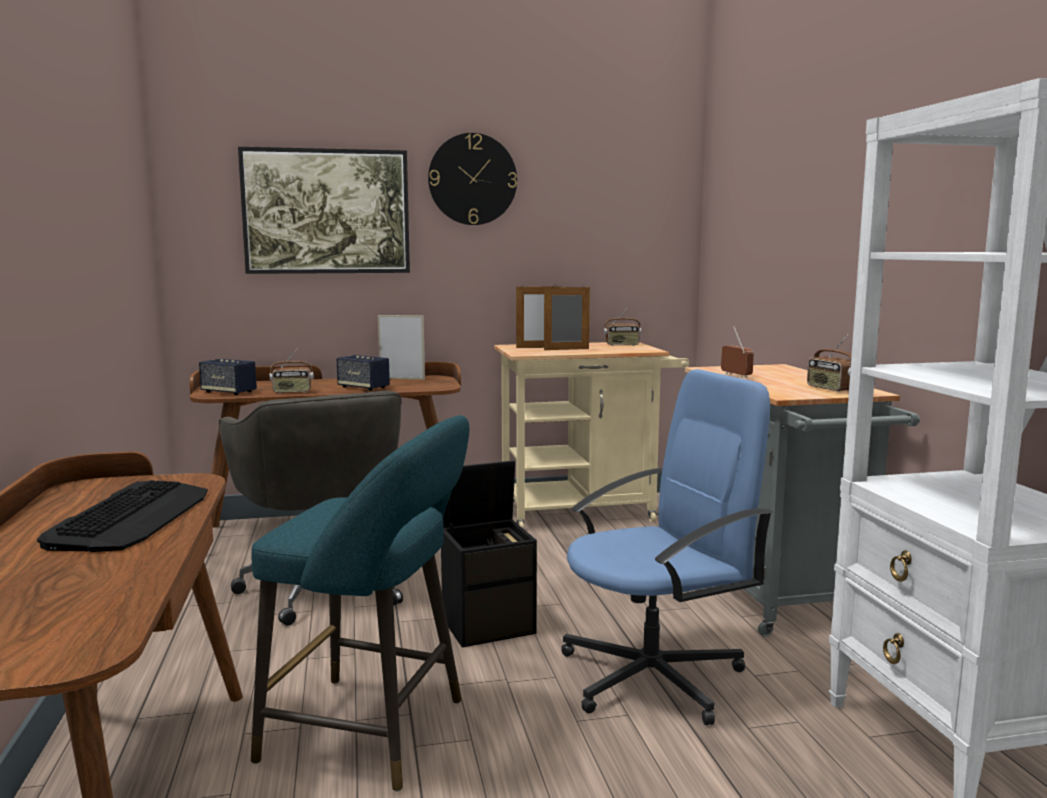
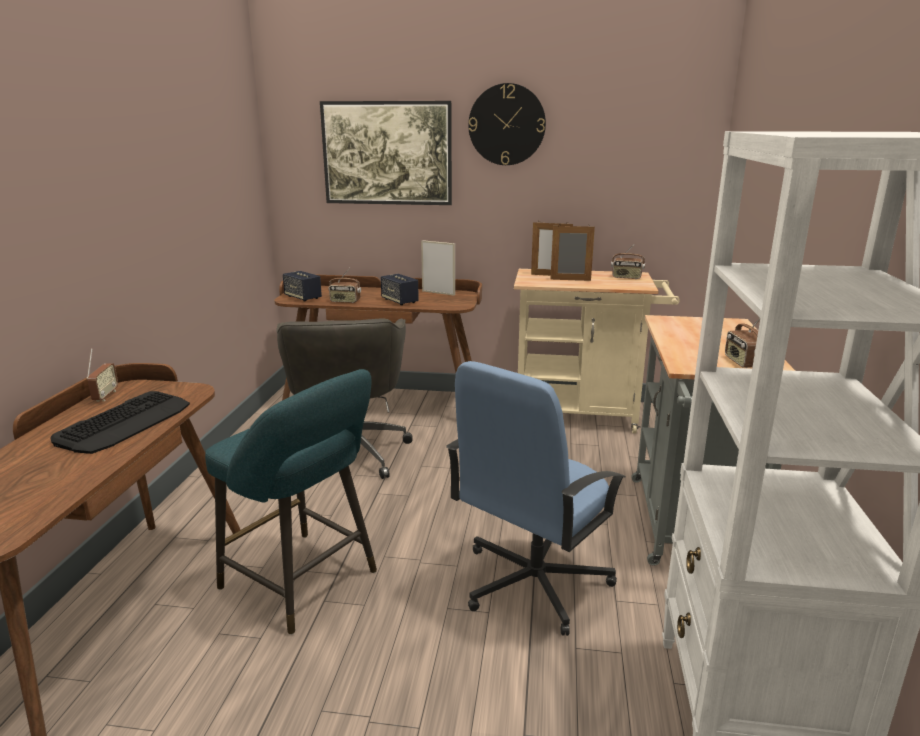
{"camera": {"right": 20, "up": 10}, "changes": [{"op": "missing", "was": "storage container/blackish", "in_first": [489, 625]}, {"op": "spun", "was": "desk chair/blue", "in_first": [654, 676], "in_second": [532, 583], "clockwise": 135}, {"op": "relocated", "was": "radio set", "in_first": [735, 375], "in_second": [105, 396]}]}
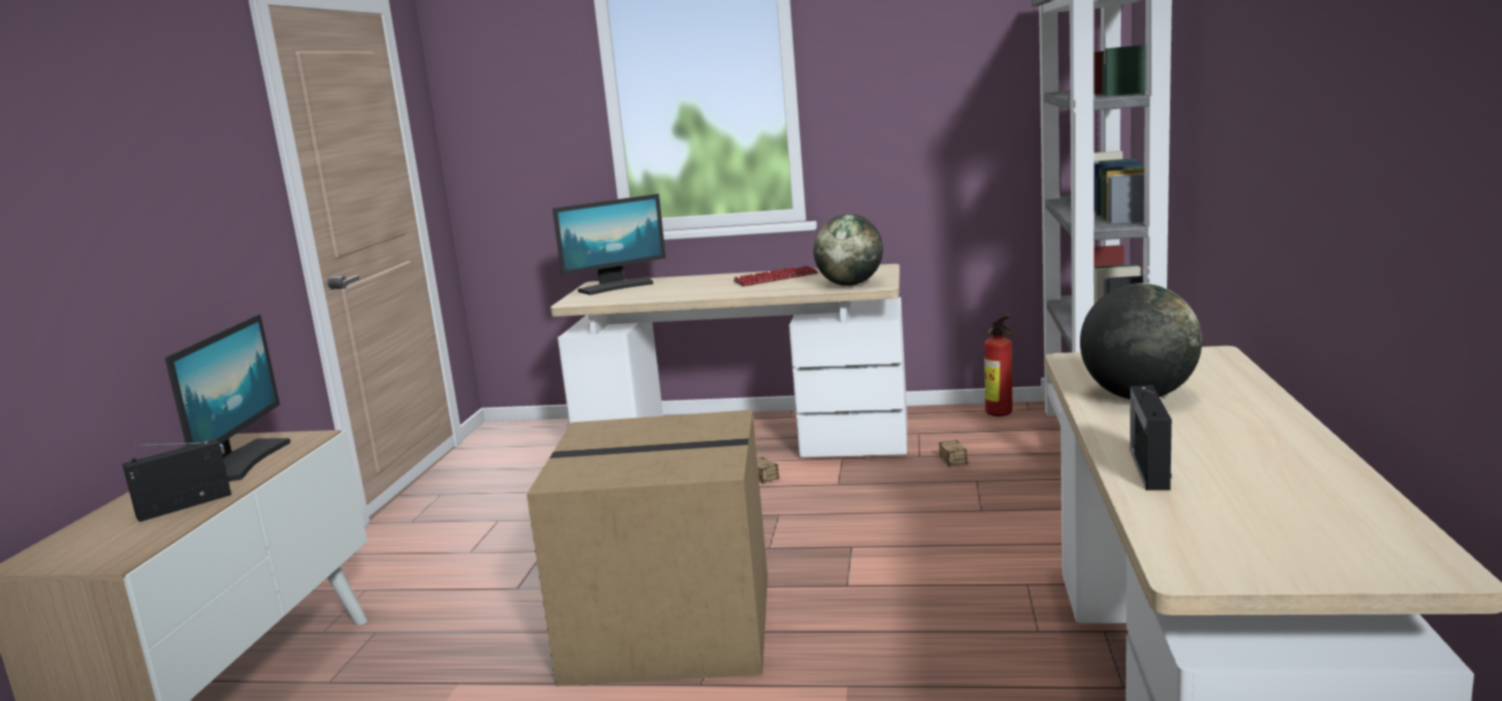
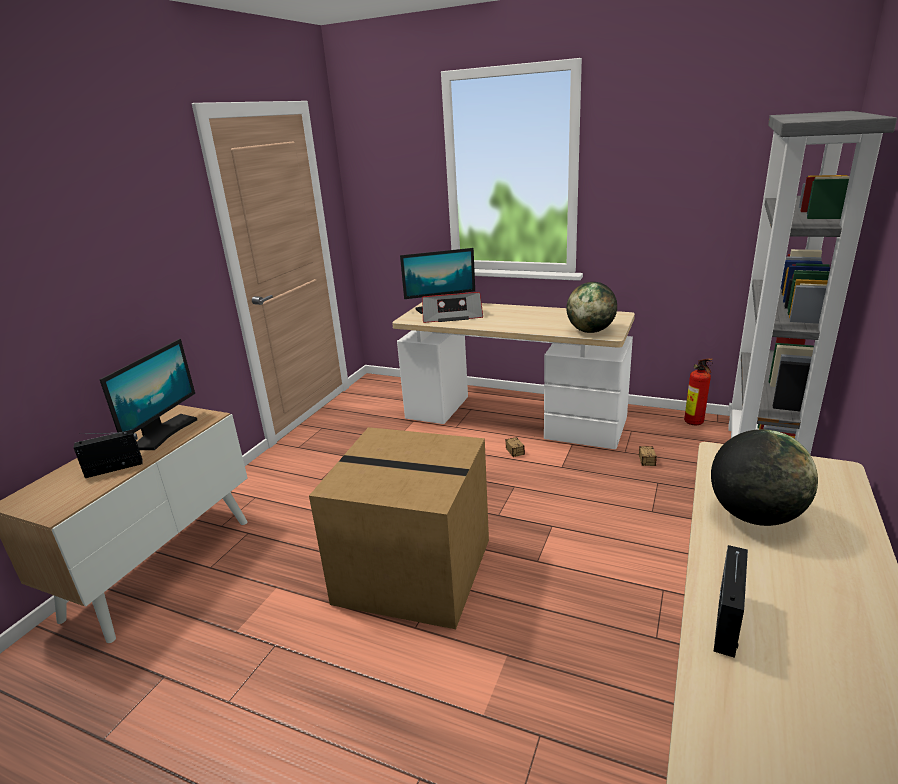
{"camera": {"right": 15, "up": 10}, "changes": [{"op": "missing", "was": "keyboard", "in_first": [776, 278]}, {"op": "appeared", "now": "radio set", "in_second": [452, 316]}]}
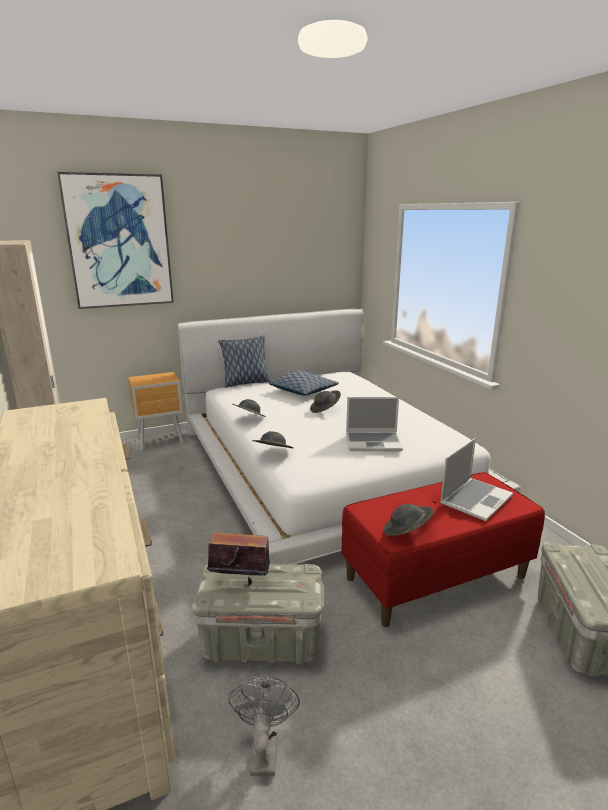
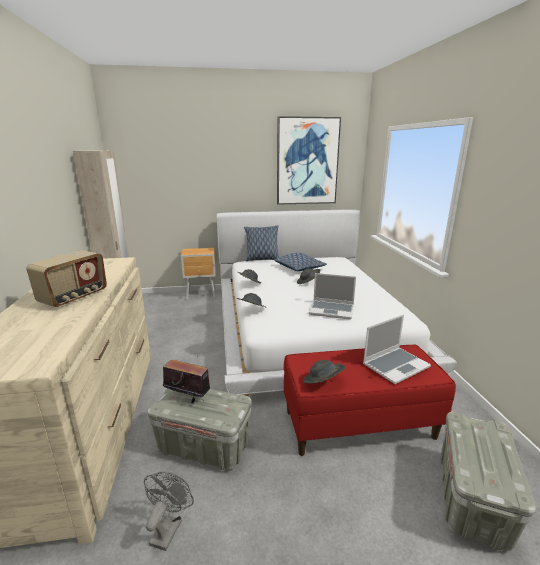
{"camera": {"right": 15, "up": 0}, "changes": [{"op": "relocated", "was": "picture", "in_first": [119, 242], "in_second": [307, 161]}, {"op": "appeared", "now": "radio set", "in_second": [74, 297]}]}
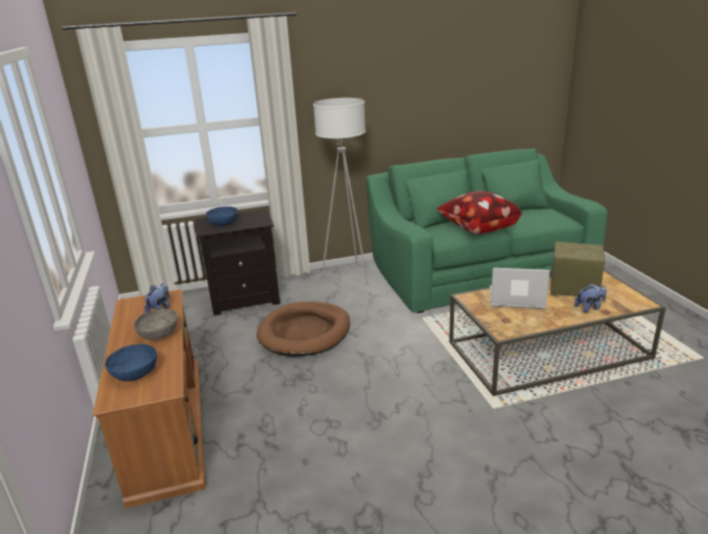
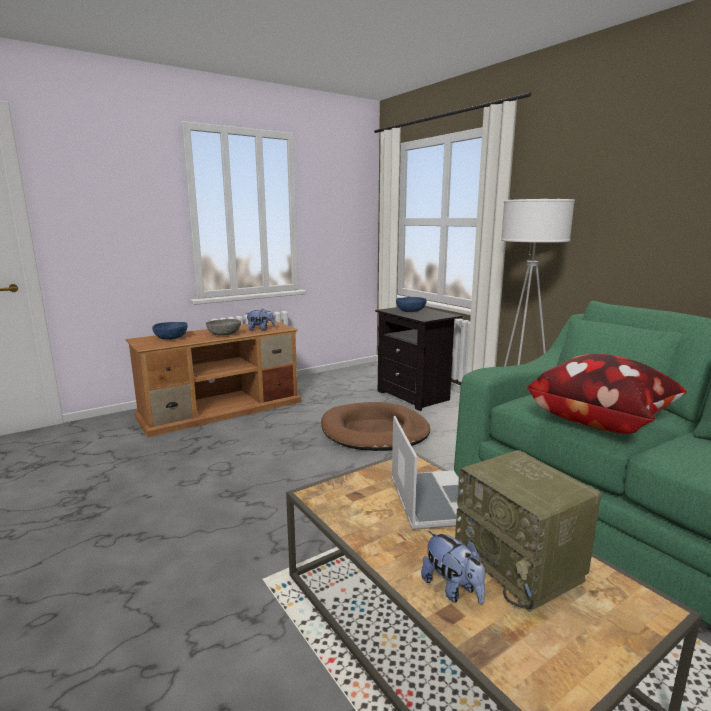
{"camera": {"right": 70, "up": -10}, "changes": [{"op": "spun", "was": "radio set", "in_first": [572, 290], "in_second": [521, 565], "clockwise": 150}]}
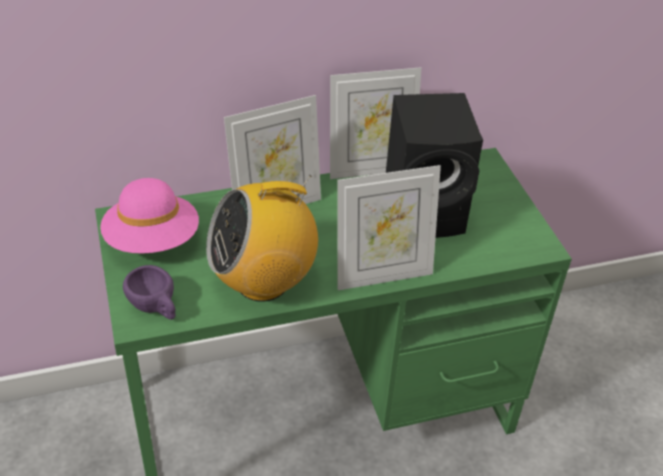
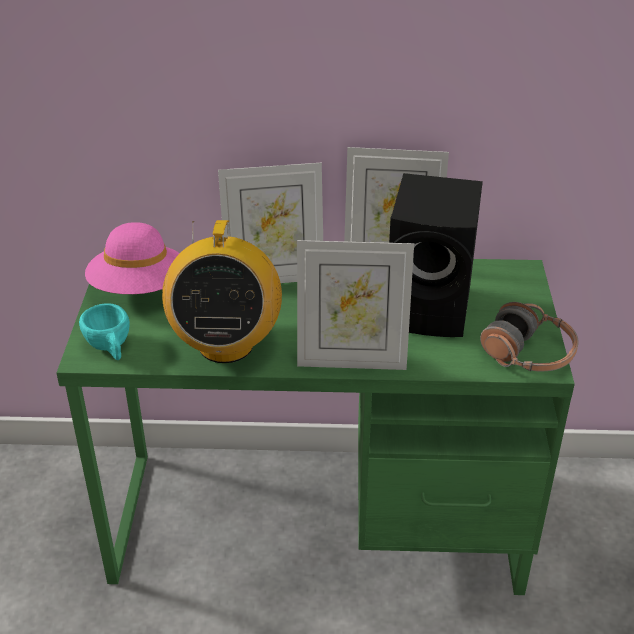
{"camera": {"right": 20, "up": -5}, "changes": [{"op": "colour", "was": "drinking cup/purple", "now": "drinking cup/blue-green", "in_first": [155, 307], "in_second": [110, 348]}, {"op": "spun", "was": "radio set", "in_first": [263, 282], "in_second": [225, 344], "clockwise": -90}, {"op": "appeared", "now": "pair of headphones", "in_second": [528, 354]}]}
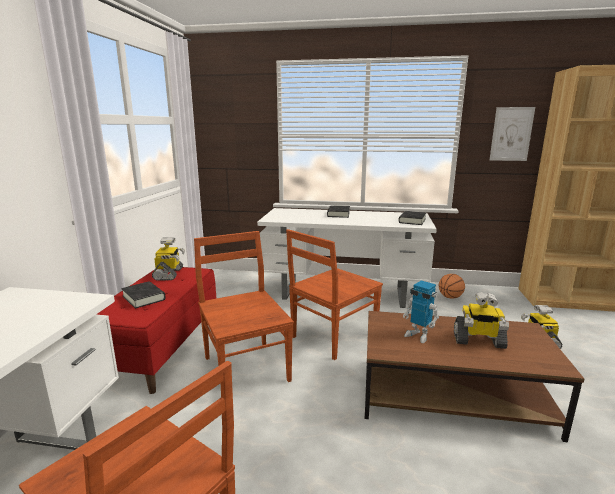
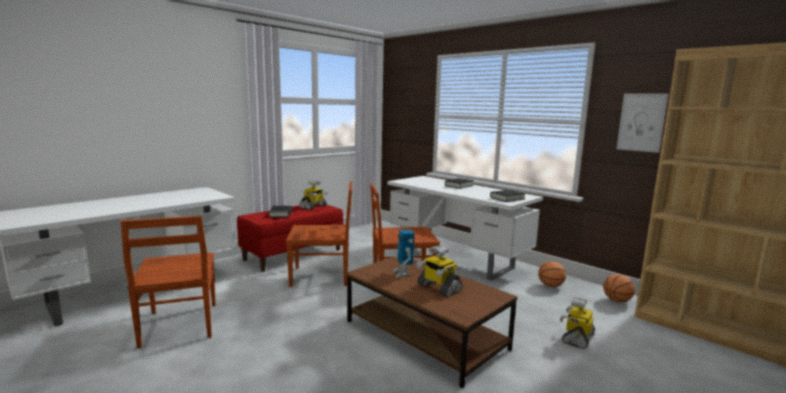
{"camera": {"right": 35, "up": -5}, "changes": [{"op": "spun", "was": "upright chair/brown", "in_first": [245, 367], "in_second": [322, 276], "clockwise": 75}, {"op": "appeared", "now": "basketball", "in_second": [616, 301]}]}
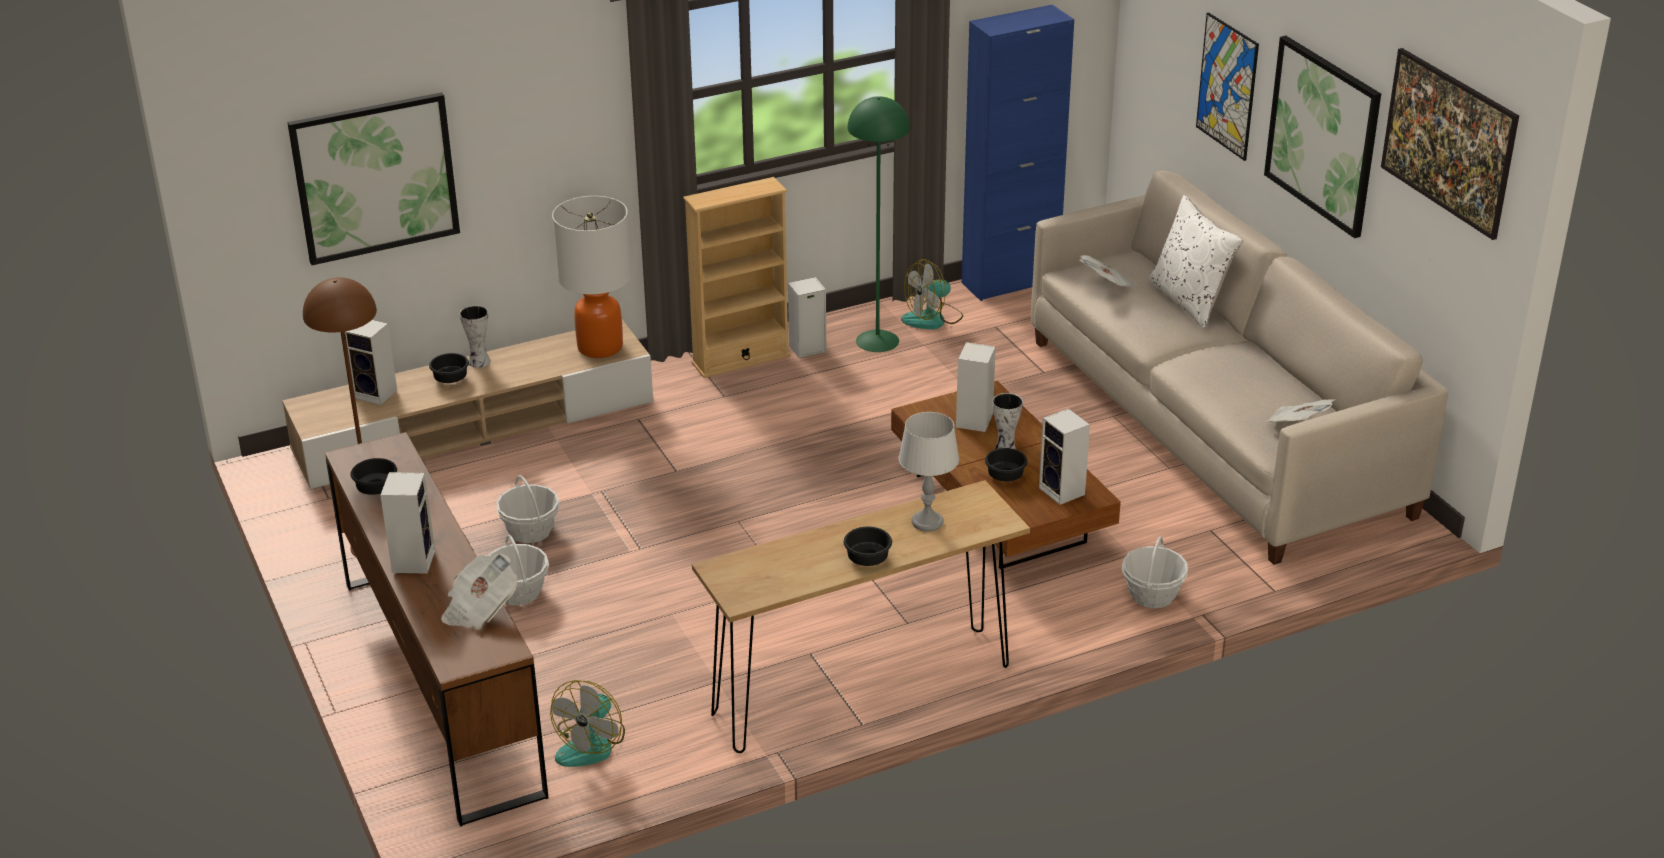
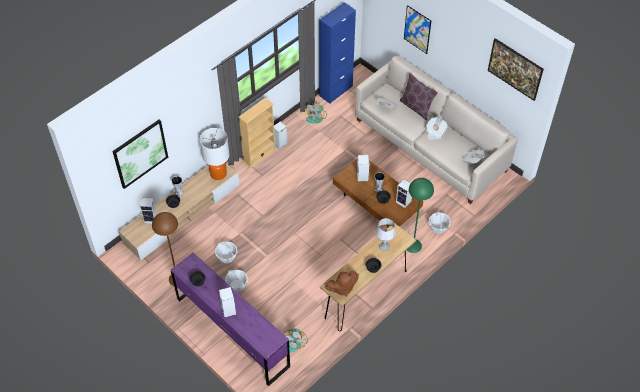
{"camera": {"right": -20, "up": 20}, "changes": [{"op": "colour", "was": "drawer chest/brown", "now": "drawer chest/purple", "in_first": [442, 684], "in_second": [232, 332]}, {"op": "relocated", "was": "newspaper", "in_first": [479, 609], "in_second": [435, 132]}, {"op": "relocated", "was": "standing lamp/green", "in_first": [877, 341], "in_second": [413, 246]}, {"op": "colour", "was": "throw pillow/white", "now": "throw pillow/brown", "in_first": [1189, 301], "in_second": [416, 107]}, {"op": "missing", "was": "picture", "in_first": [1323, 135]}, {"op": "appeared", "now": "soft toy/brown", "in_second": [342, 288]}]}
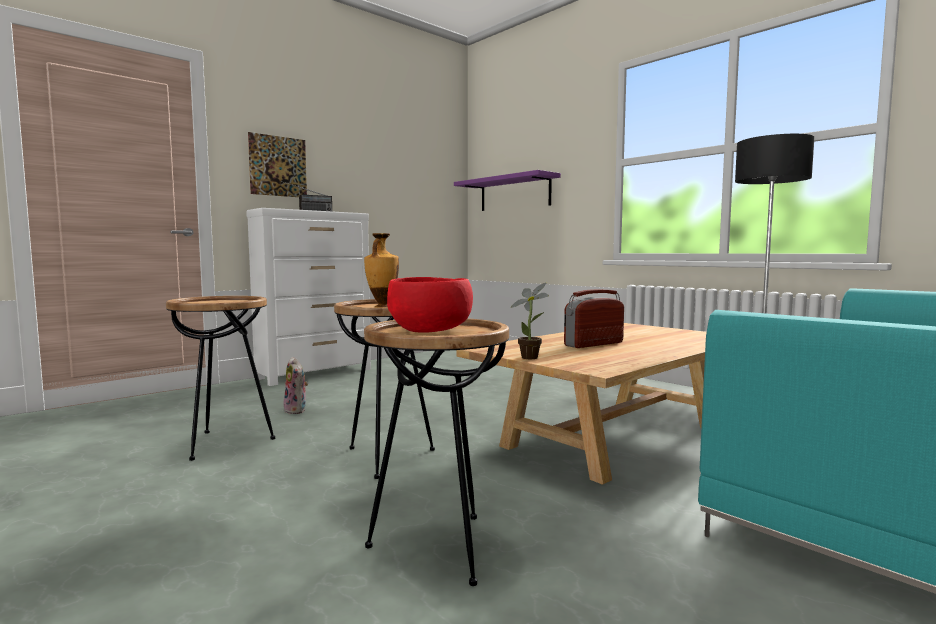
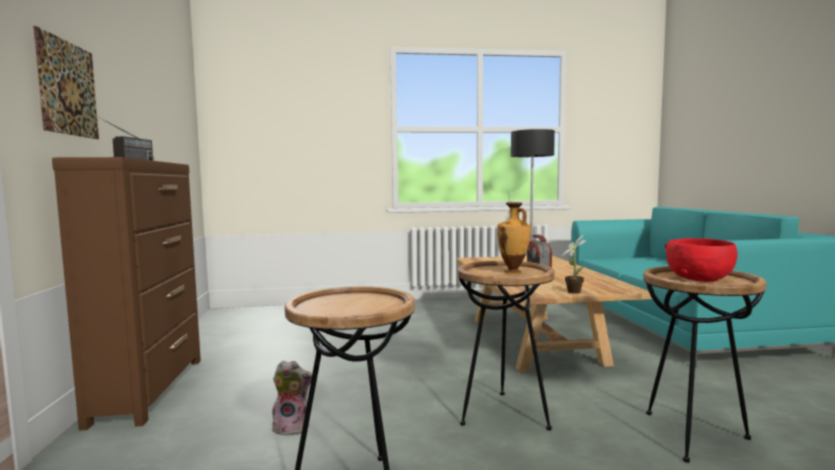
{"camera": {"right": -55, "up": 0}, "changes": [{"op": "colour", "was": "drawer chest/white", "now": "drawer chest/brown", "in_first": [316, 374], "in_second": [150, 389]}, {"op": "missing", "was": "bracket shelf/purple", "in_first": [514, 193]}]}
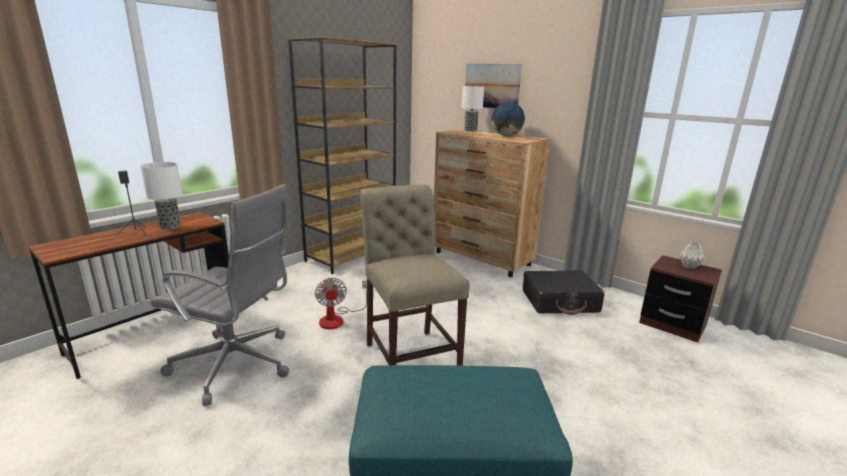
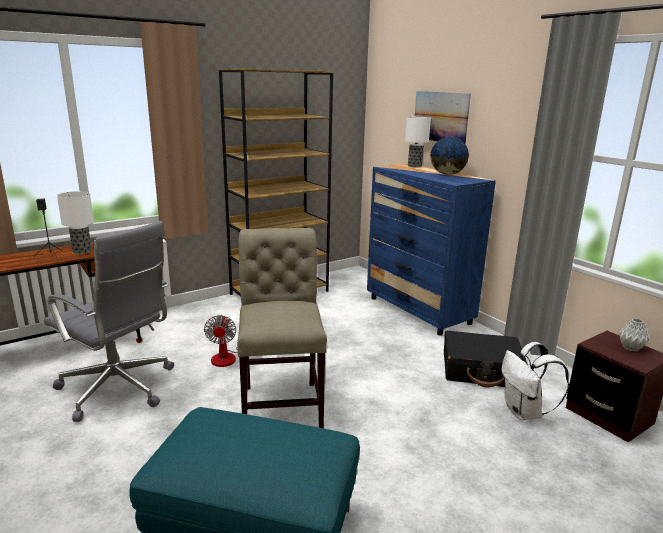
{"camera": {"right": 15, "up": 0}, "changes": [{"op": "colour", "was": "drawer chest/brown", "now": "drawer chest/blue", "in_first": [482, 259], "in_second": [419, 311]}, {"op": "appeared", "now": "backpack/white", "in_second": [524, 412]}]}
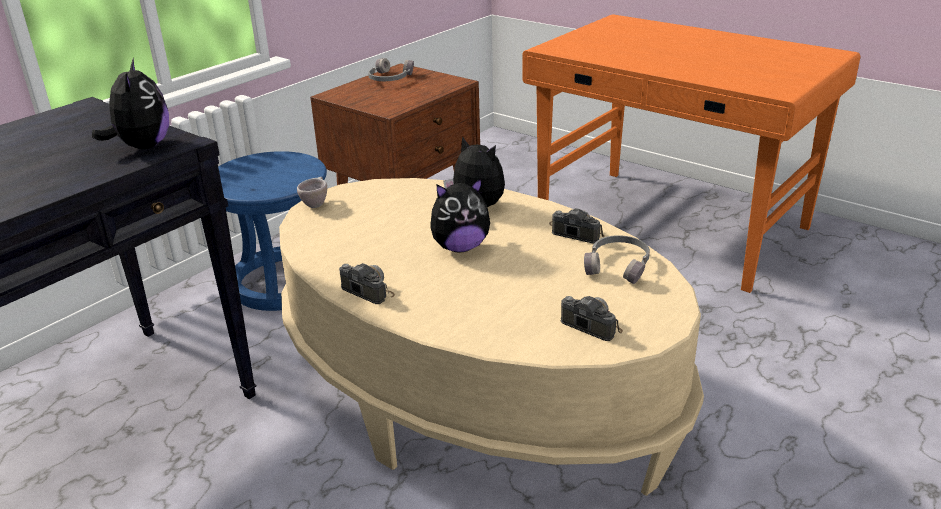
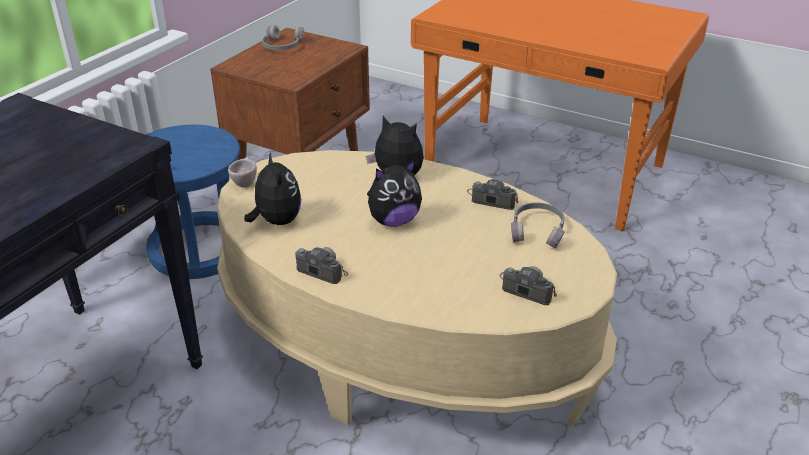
{"camera": {"right": -10, "up": 5}, "changes": [{"op": "relocated", "was": "soft toy", "in_first": [142, 147], "in_second": [276, 221]}]}
